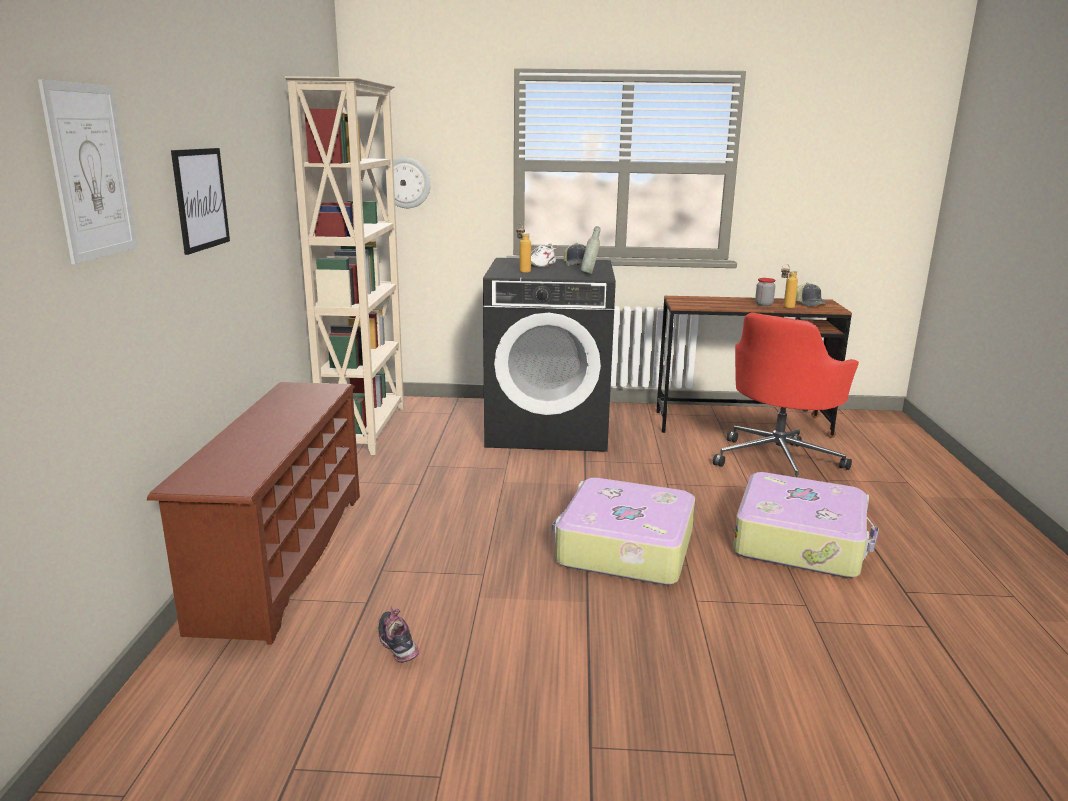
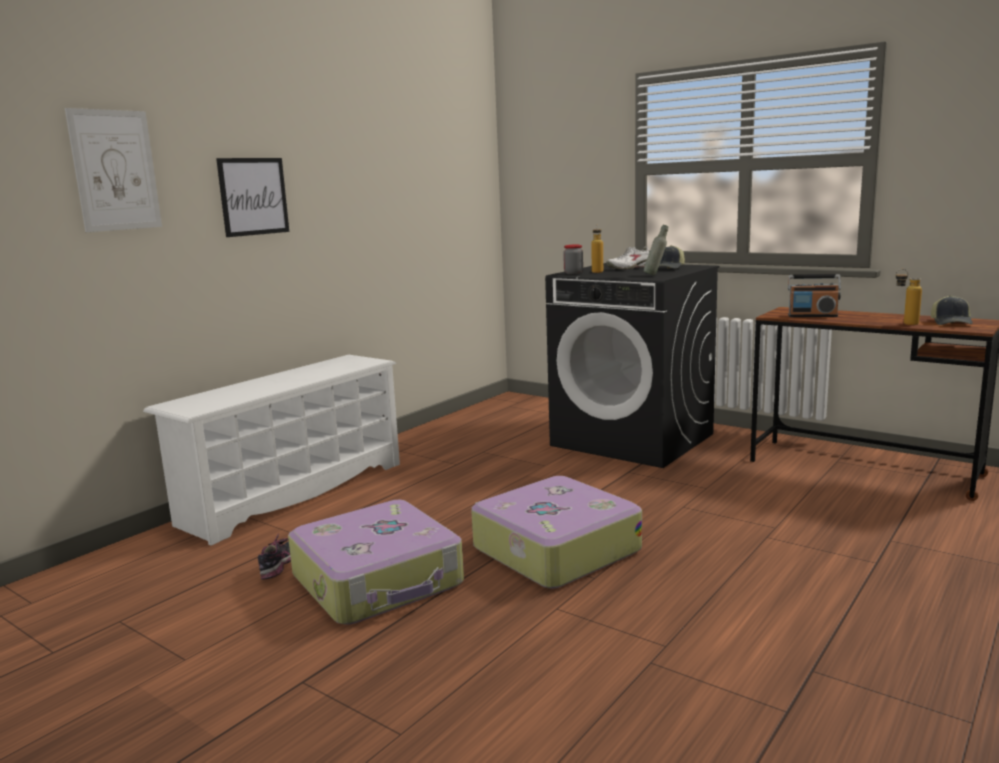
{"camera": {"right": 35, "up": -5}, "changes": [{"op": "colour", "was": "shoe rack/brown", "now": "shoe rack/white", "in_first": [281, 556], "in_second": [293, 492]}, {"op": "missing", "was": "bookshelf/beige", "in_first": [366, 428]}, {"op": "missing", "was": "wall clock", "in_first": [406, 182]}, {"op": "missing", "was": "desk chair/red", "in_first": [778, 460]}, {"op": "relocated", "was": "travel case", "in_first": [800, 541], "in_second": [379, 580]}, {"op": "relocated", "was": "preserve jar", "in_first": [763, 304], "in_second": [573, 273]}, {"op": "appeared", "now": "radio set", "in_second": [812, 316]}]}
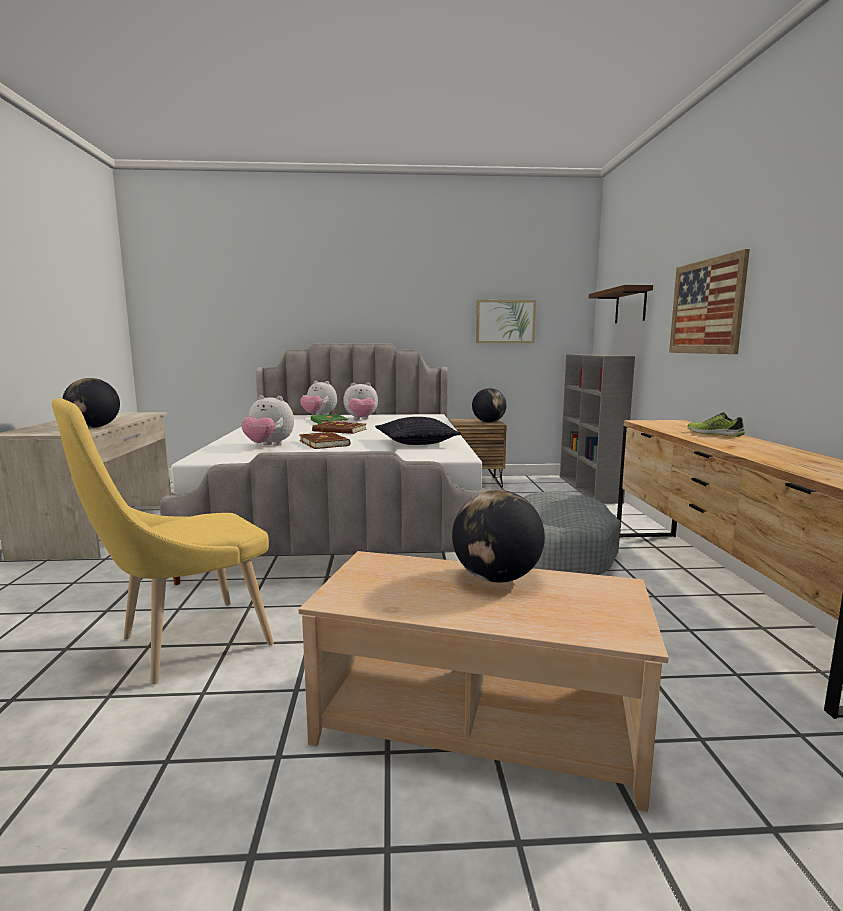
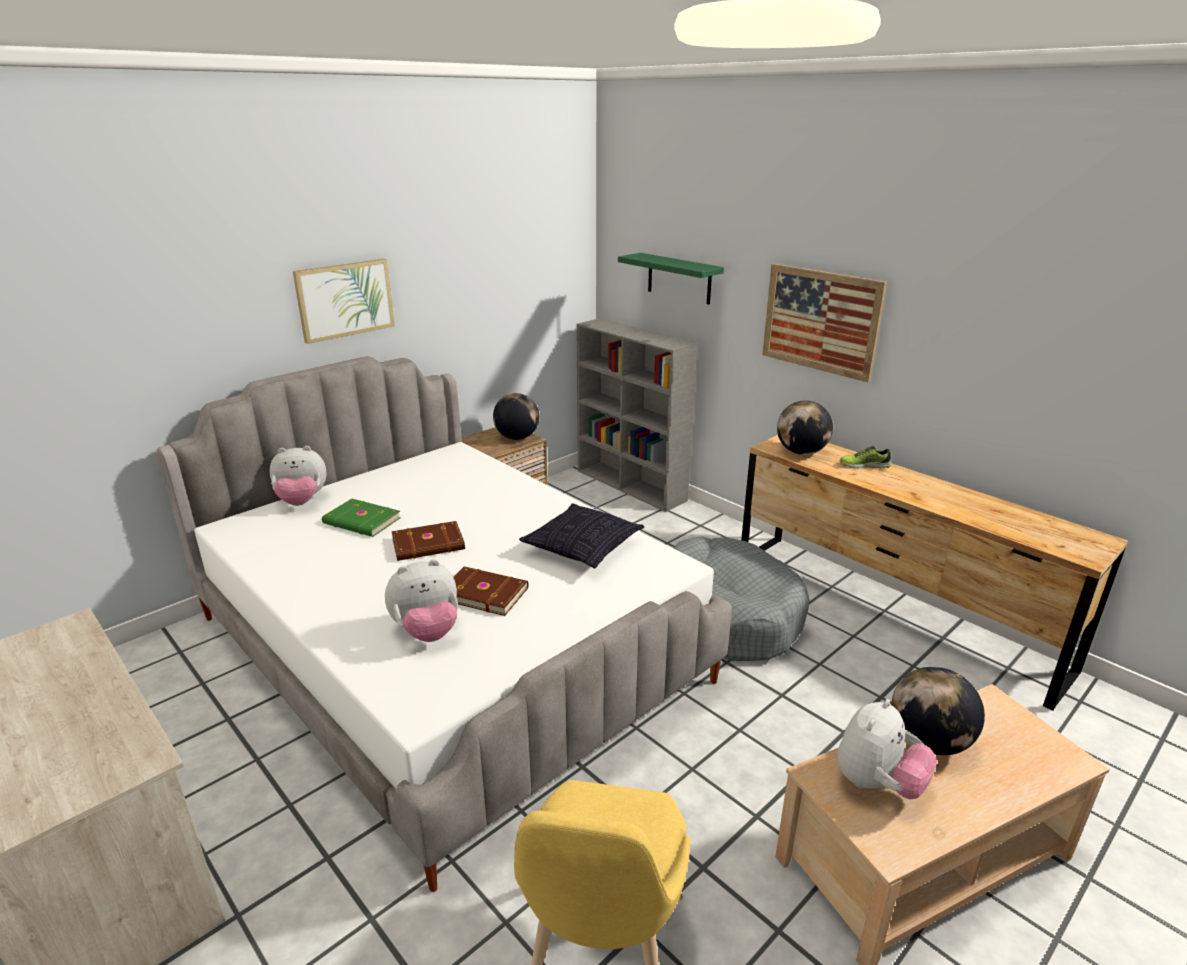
{"camera": {"right": -40, "up": 15}, "changes": [{"op": "relocated", "was": "world globe", "in_first": [94, 427], "in_second": [801, 452]}, {"op": "relocated", "was": "soft toy", "in_first": [361, 419], "in_second": [877, 783]}, {"op": "relocated", "was": "picture", "in_first": [505, 321], "in_second": [345, 299]}, {"op": "colour", "was": "bracket shelf/brown", "now": "bracket shelf/green", "in_first": [630, 306], "in_second": [679, 278]}]}
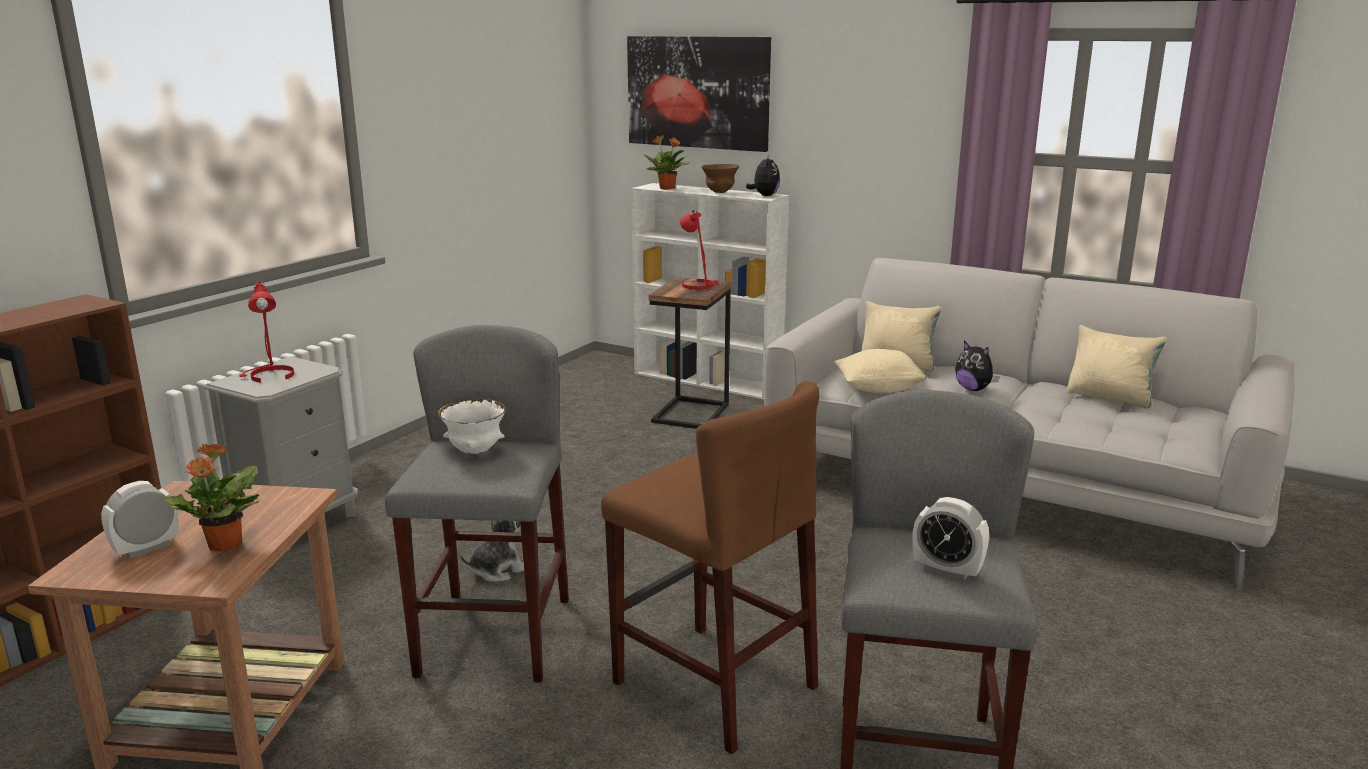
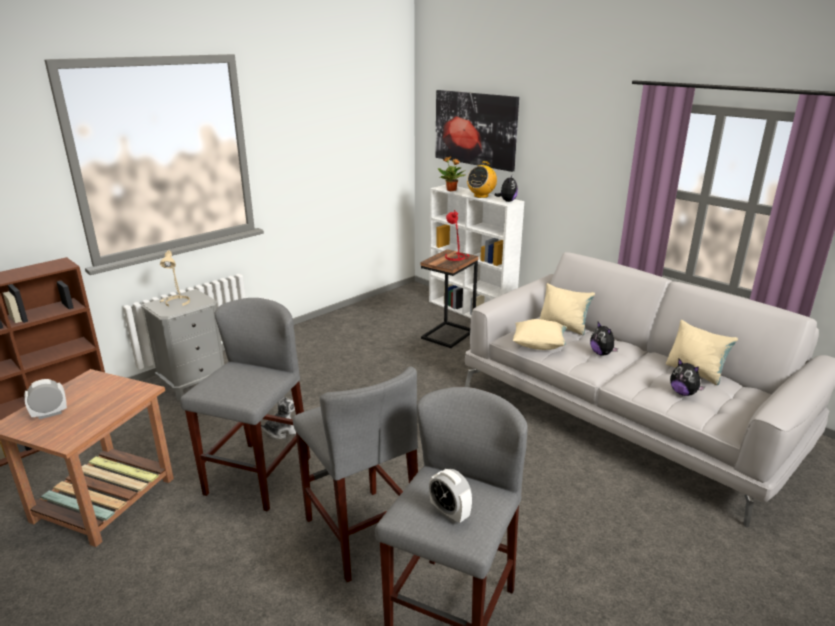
{"camera": {"right": 15, "up": 5}, "changes": [{"op": "missing", "was": "plant in a pot", "in_first": [224, 546]}, {"op": "colour", "was": "tabletop lamp/red", "now": "tabletop lamp/beige", "in_first": [269, 376], "in_second": [176, 302]}, {"op": "missing", "was": "deep dish/white", "in_first": [475, 451]}, {"op": "colour", "was": "stool/brown", "now": "stool/greyish", "in_first": [714, 684], "in_second": [362, 532]}, {"op": "exchanged", "was": "deep dish/brown", "now": "radio set", "in_first": [720, 192], "in_second": [481, 196]}, {"op": "appeared", "now": "soft toy", "in_second": [683, 393]}]}
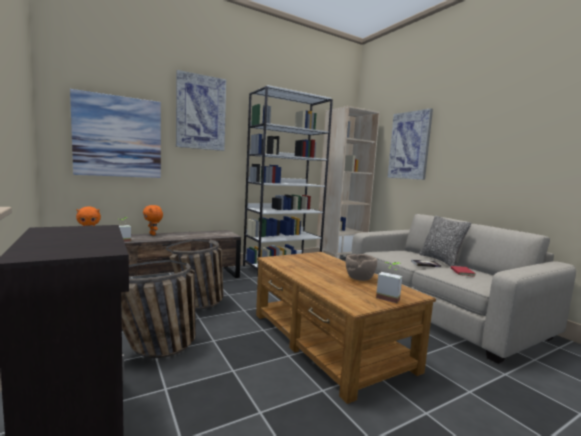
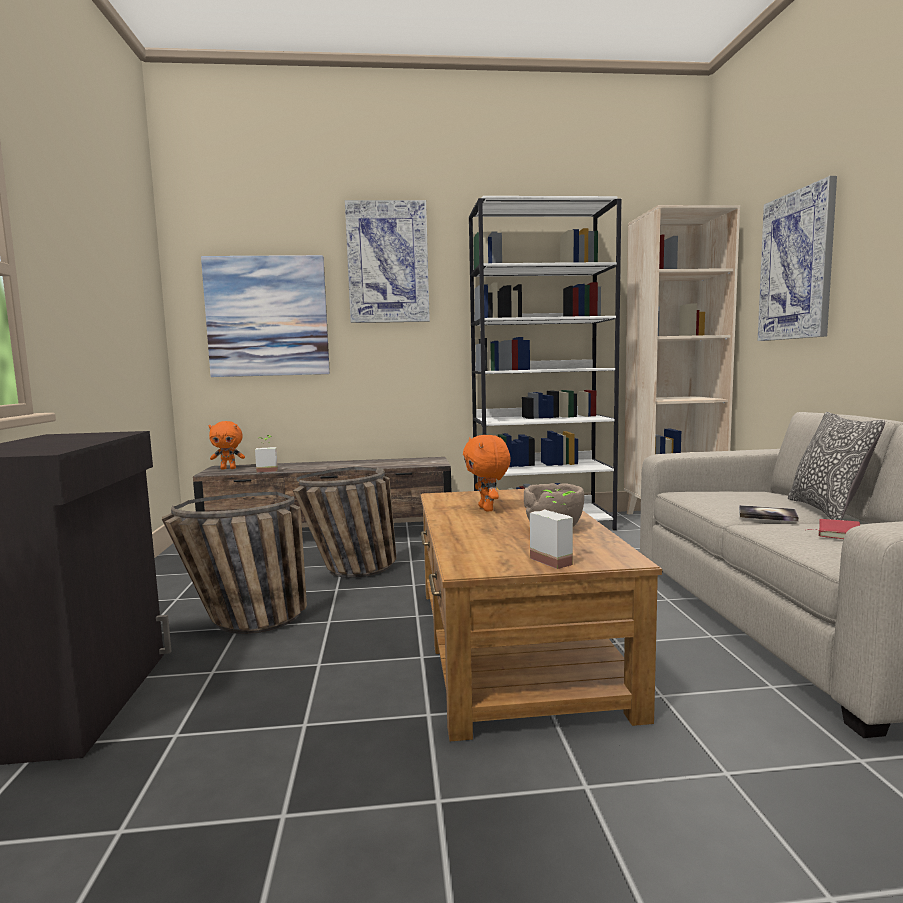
{"camera": {"right": 25, "up": 0}, "changes": [{"op": "relocated", "was": "soft toy/orange", "in_first": [153, 234], "in_second": [487, 509]}]}
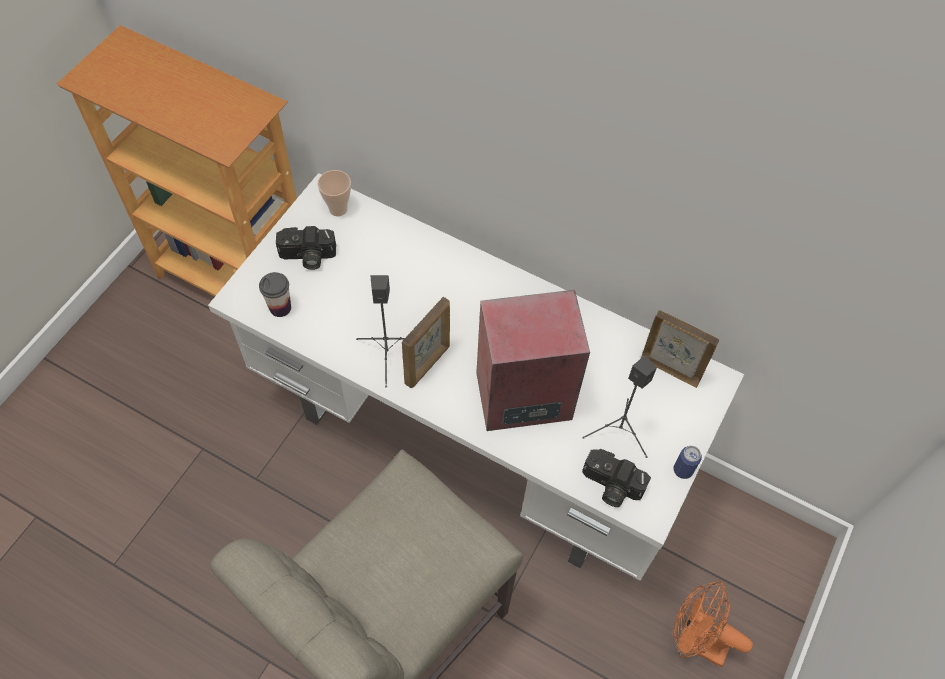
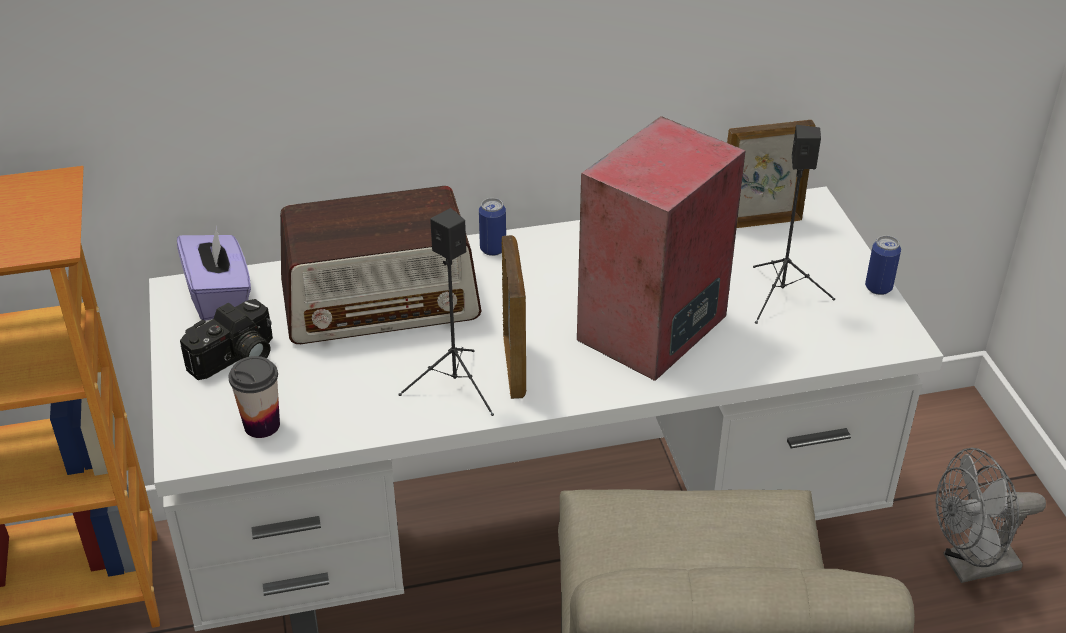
{"camera": {"right": -40, "up": -20}, "changes": [{"op": "exchanged", "was": "drinking cup", "now": "tissue holder/purple", "in_first": [338, 209], "in_second": [219, 295]}, {"op": "missing", "was": "still camera", "in_first": [610, 486]}, {"op": "colour", "was": "fan/orange", "now": "fan/greyish", "in_first": [695, 640], "in_second": [970, 566]}, {"op": "appeared", "now": "radio set", "in_second": [381, 301]}, {"op": "appeared", "now": "can", "in_second": [493, 249]}]}
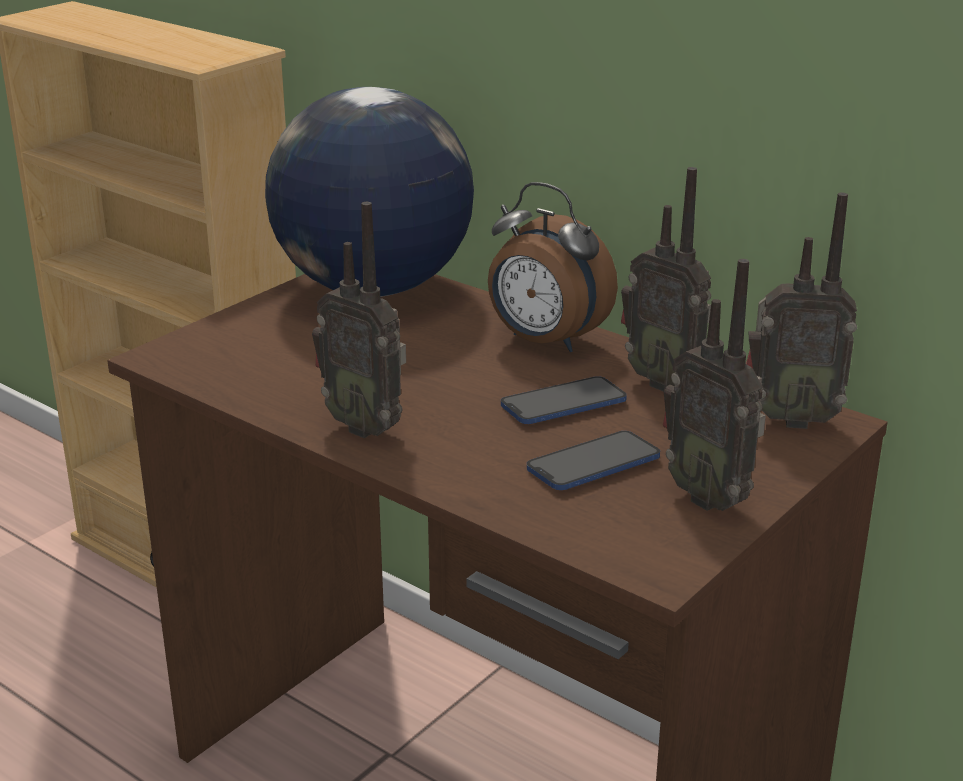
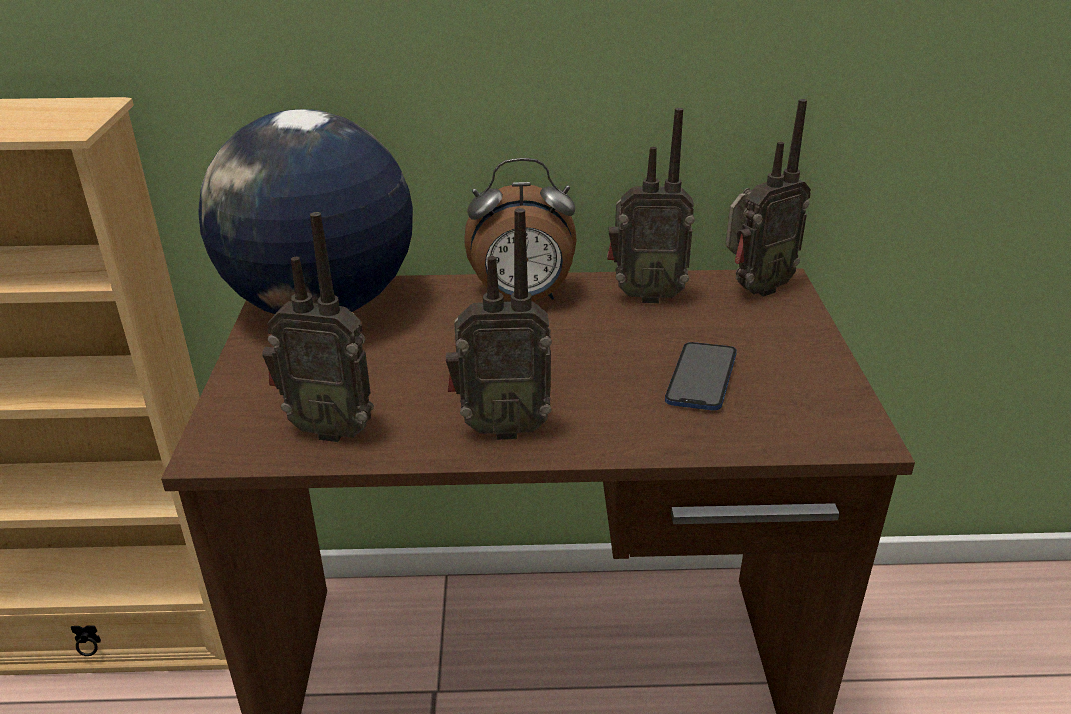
{"camera": {"right": -40, "up": 5}, "changes": [{"op": "missing", "was": "handset", "in_first": [563, 404]}, {"op": "relocated", "was": "radio set", "in_first": [710, 496], "in_second": [331, 428]}]}
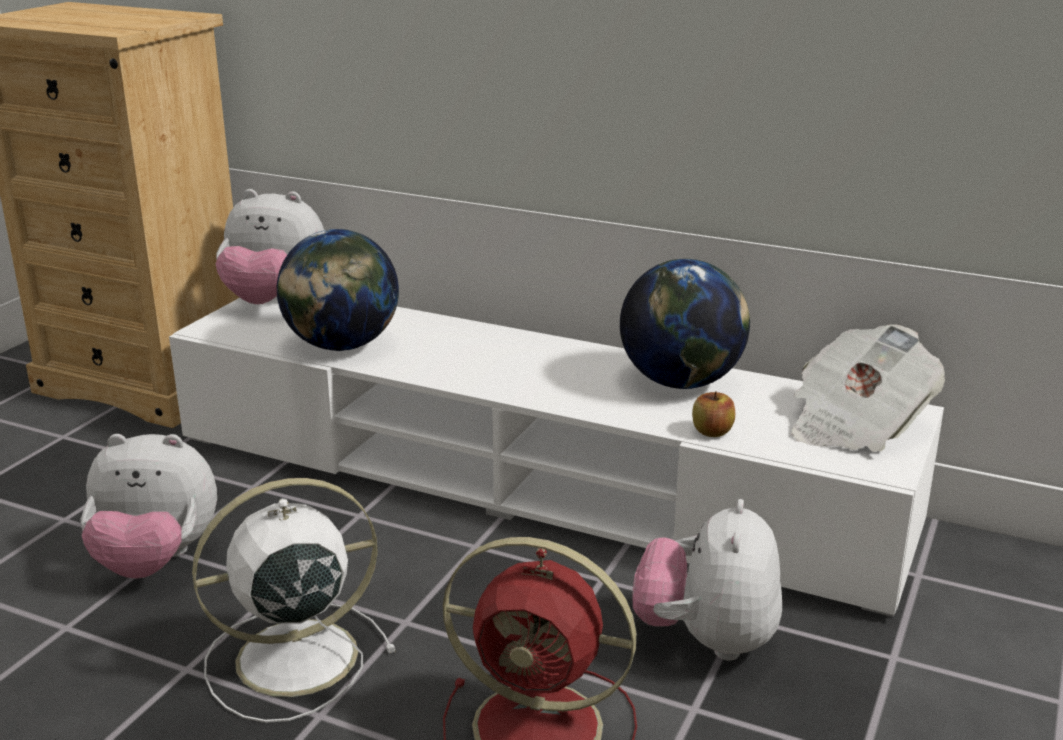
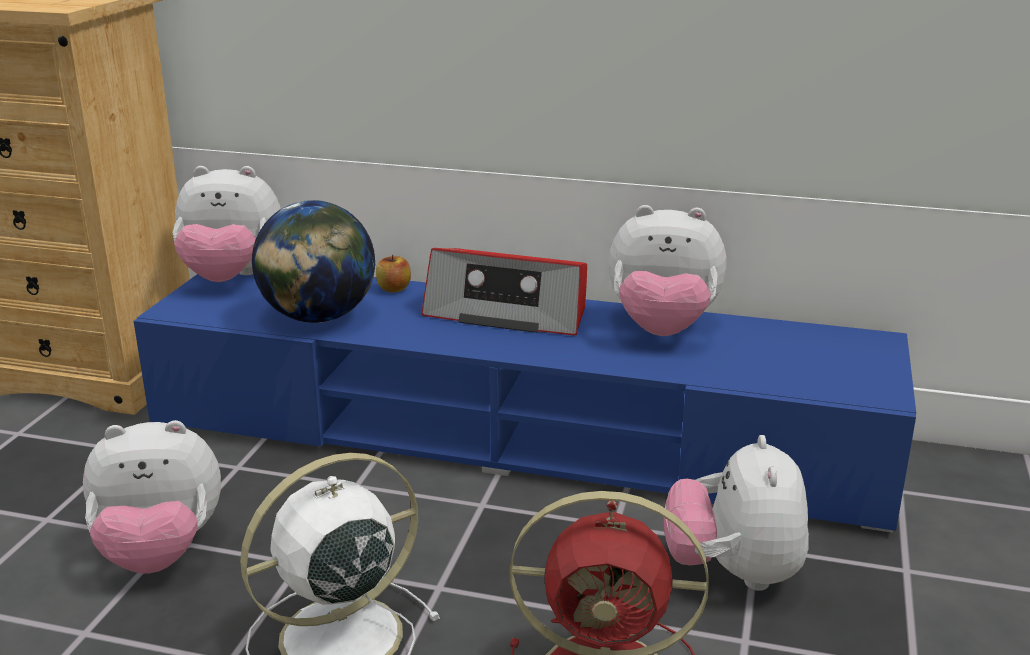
{"camera": {"right": -10, "up": 0}, "changes": [{"op": "colour", "was": "tv unit/white", "now": "tv unit/blue", "in_first": [533, 481], "in_second": [516, 436]}, {"op": "exchanged", "was": "world globe", "now": "soft toy", "in_first": [681, 383], "in_second": [662, 329]}, {"op": "relocated", "was": "apple fruit", "in_first": [712, 432], "in_second": [394, 289]}, {"op": "missing", "was": "newspaper", "in_first": [856, 424]}, {"op": "appeared", "now": "radio set", "in_second": [508, 312]}]}
